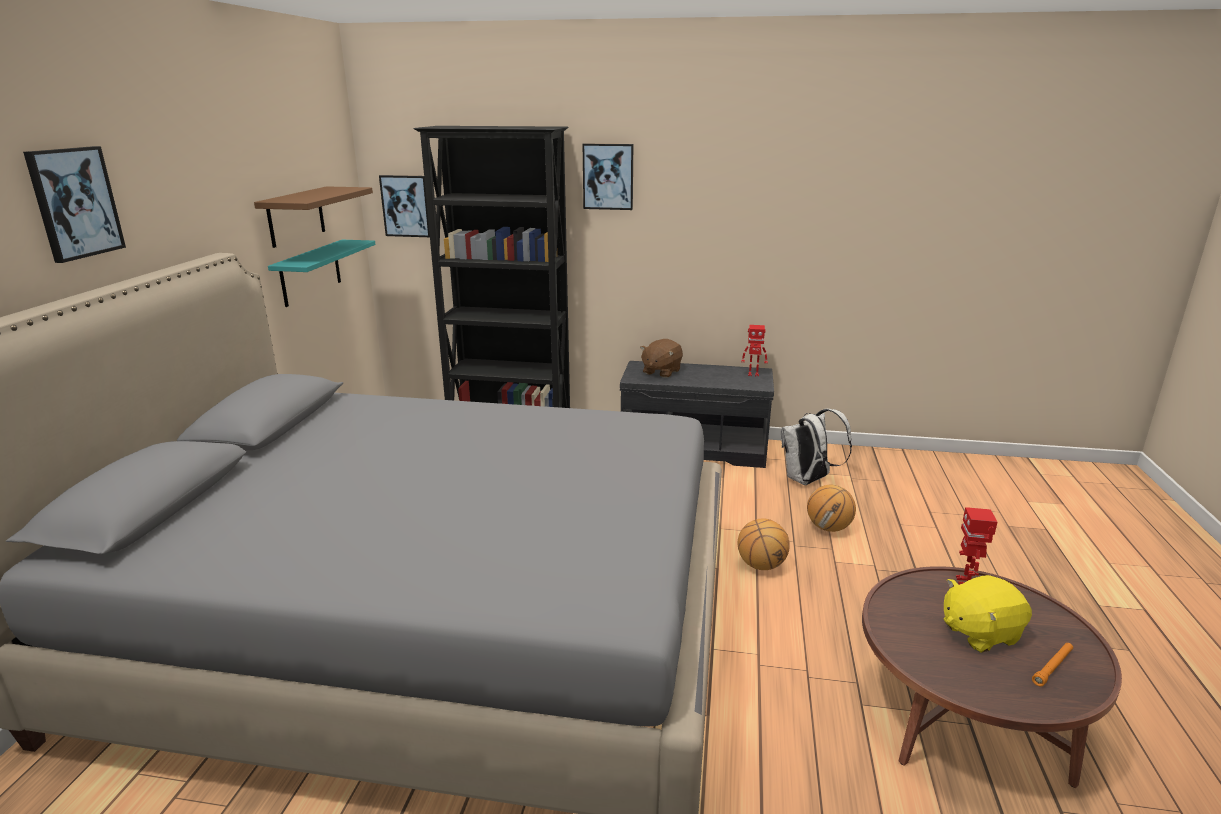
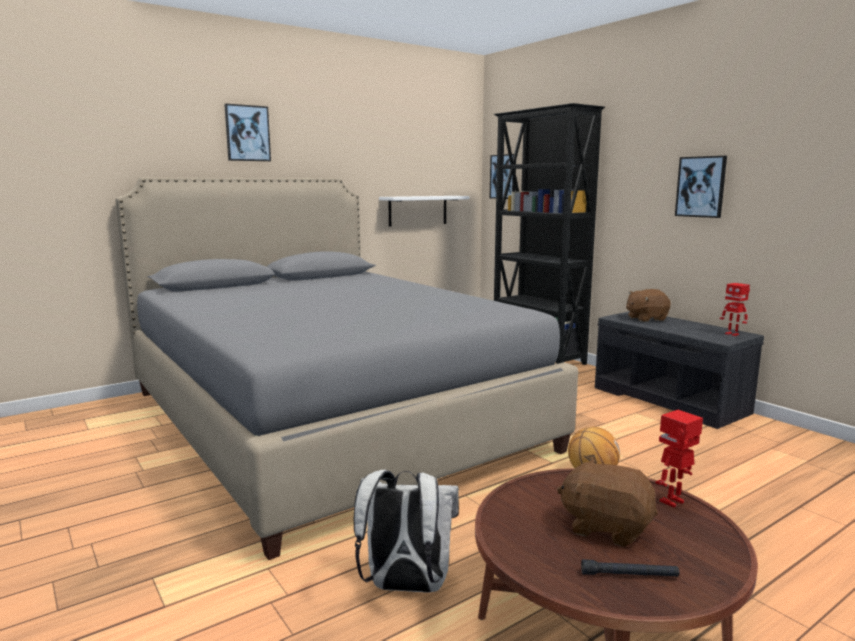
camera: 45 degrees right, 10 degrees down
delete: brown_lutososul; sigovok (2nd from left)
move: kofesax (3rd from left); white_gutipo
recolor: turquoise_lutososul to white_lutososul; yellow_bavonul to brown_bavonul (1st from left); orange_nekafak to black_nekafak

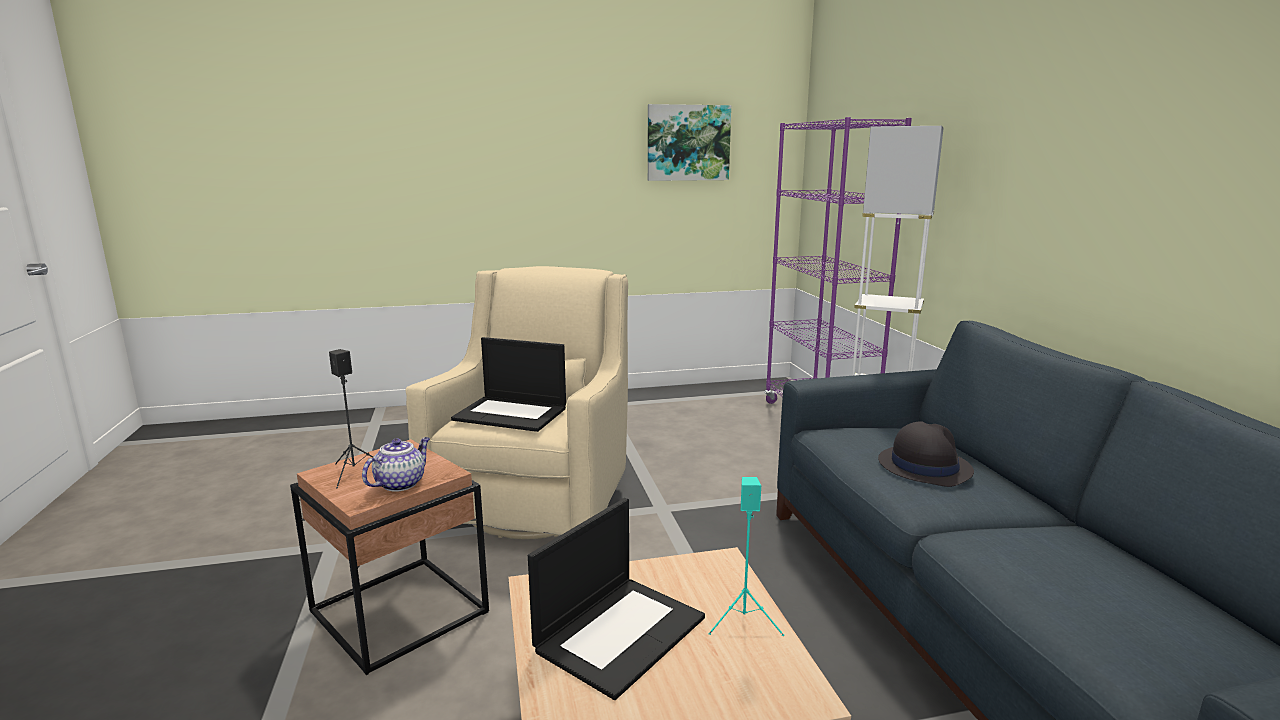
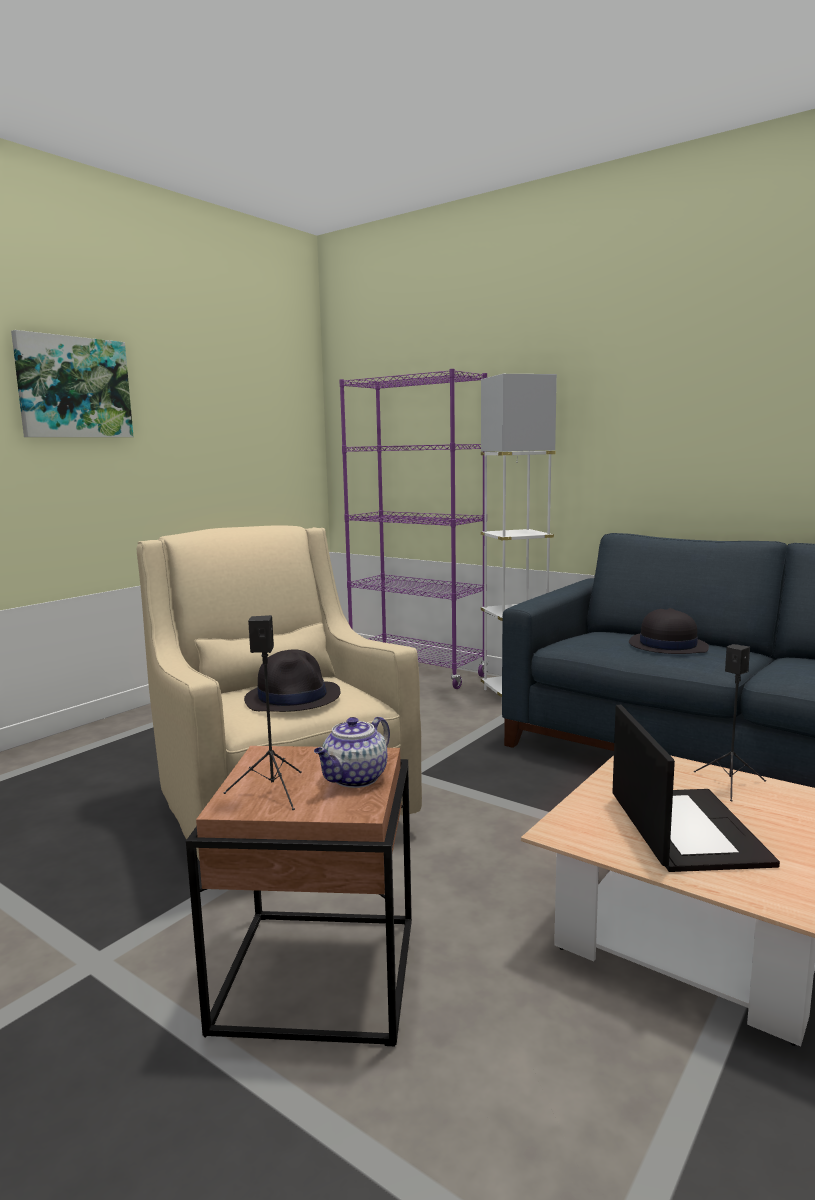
camera: 40 degrees left, 5 degrees down
move: kofesax
replace: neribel (1st from left) to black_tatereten (1st from left)
recolor: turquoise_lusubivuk to black_lusubivuk (2nd from left)
rotate: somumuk 135 degrees counterclockwise

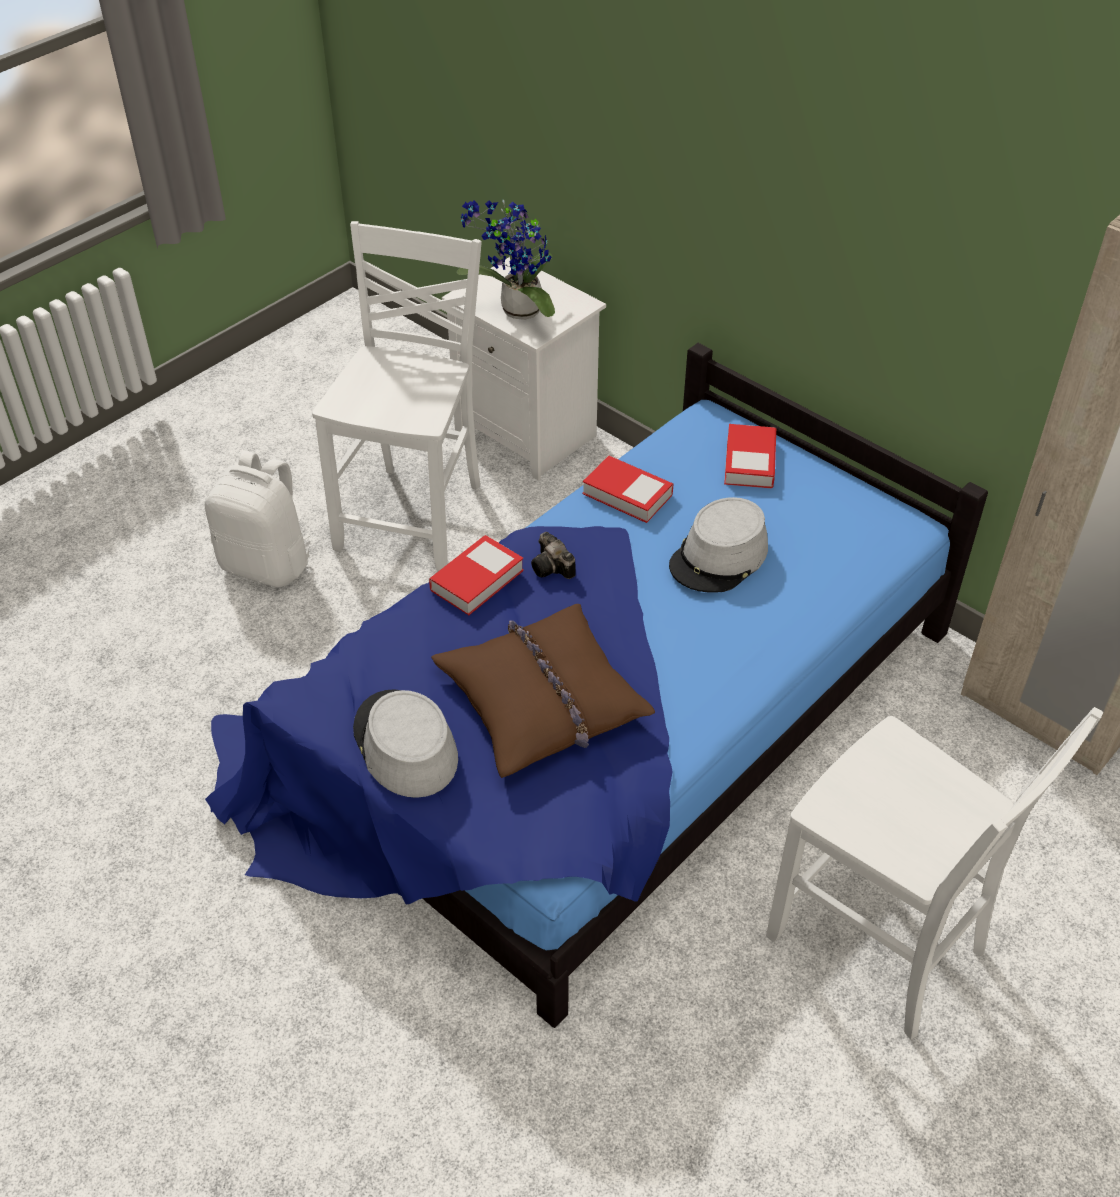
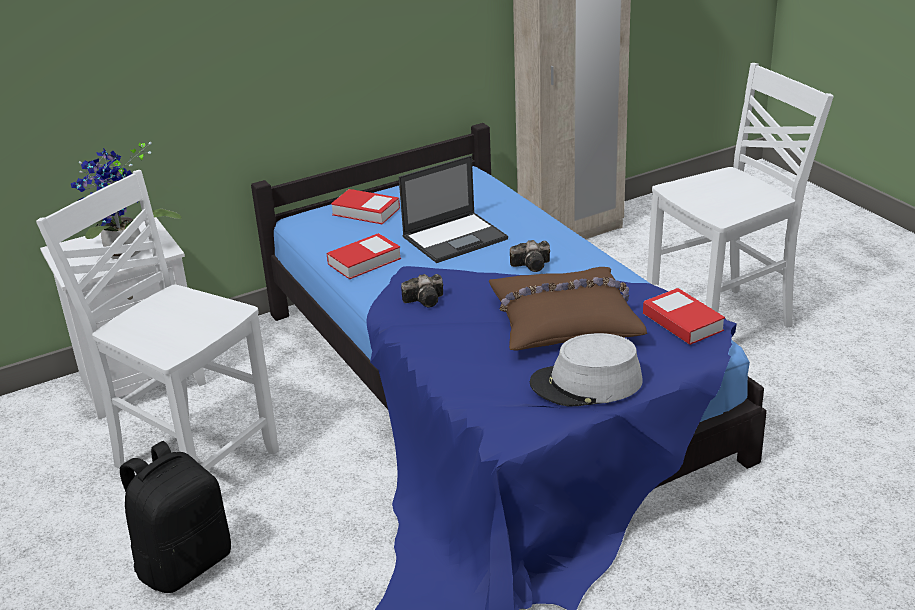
camera: 70 degrees left, 15 degrees down
insert: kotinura (2nd from left)
move: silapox (1st from left in the first image) to silapox (3rd from left)
replace: grey_tatereten (2nd from left) to neribel
recolor: white_gutipo to black_gutipo

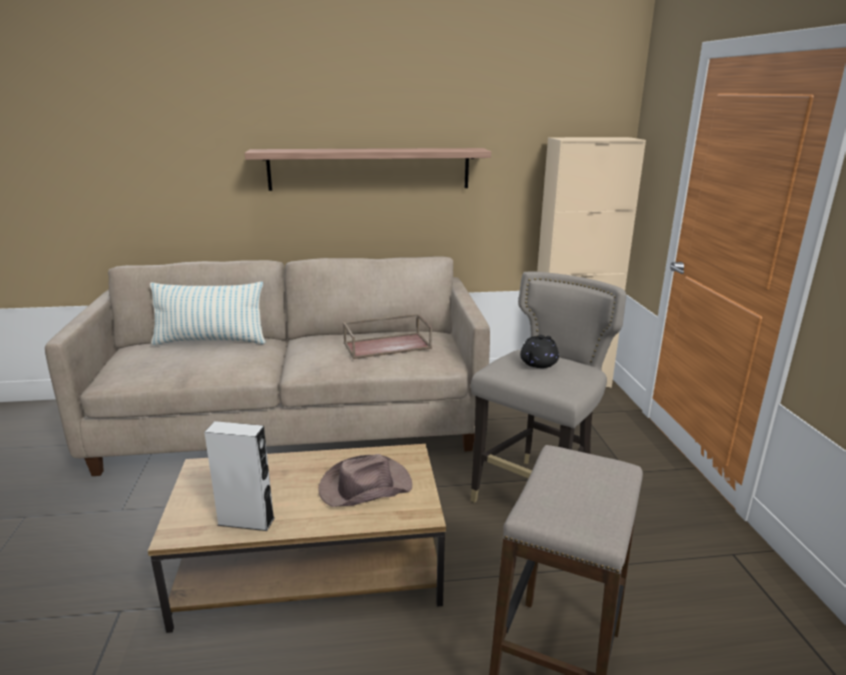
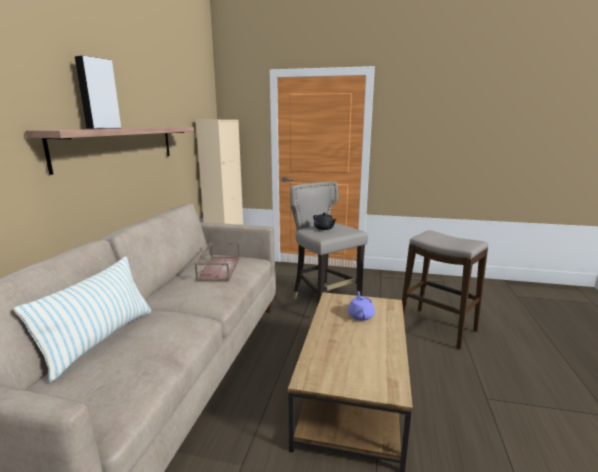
camera: 70 degrees left, 5 degrees down
move: grey_lusubivuk
replace: brown_tatereten to purple_somumuk

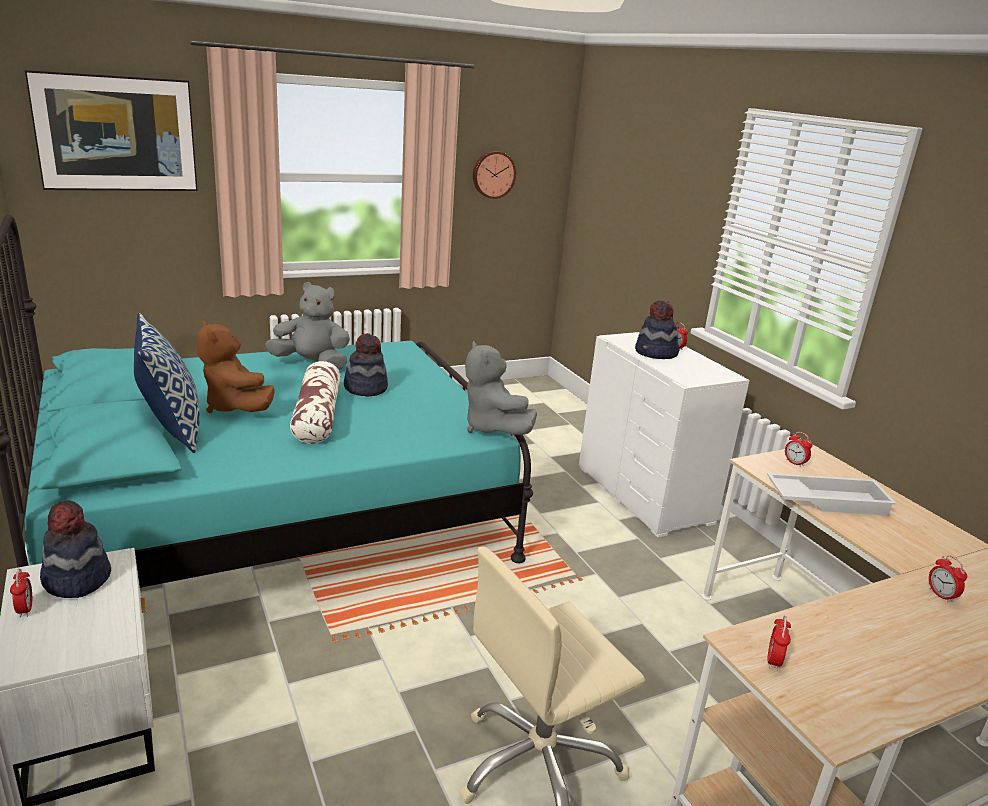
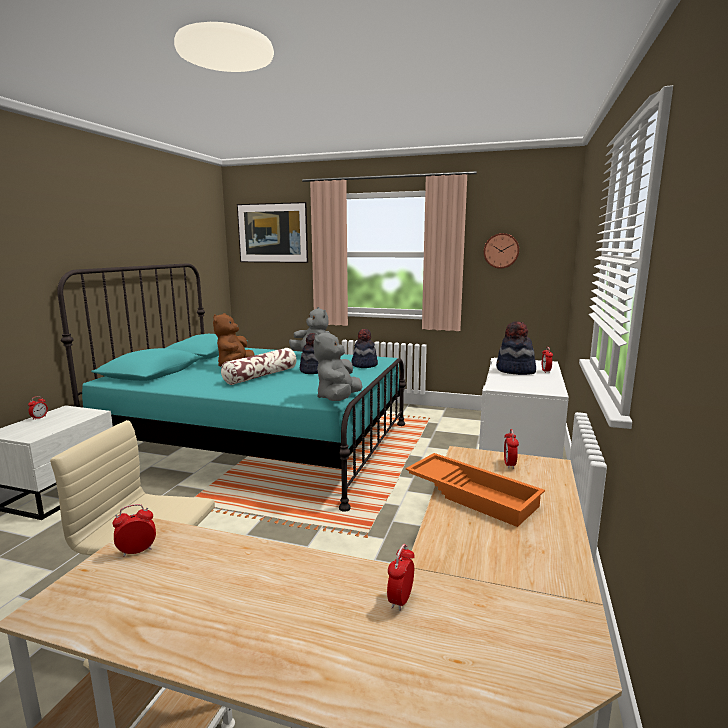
camera: 45 degrees right, 10 degrees down
delete: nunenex (1st from left)
move: tatereten (1st from left in the first image) to tatereten (2nd from left)
recolor: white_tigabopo to orange_tigabopo

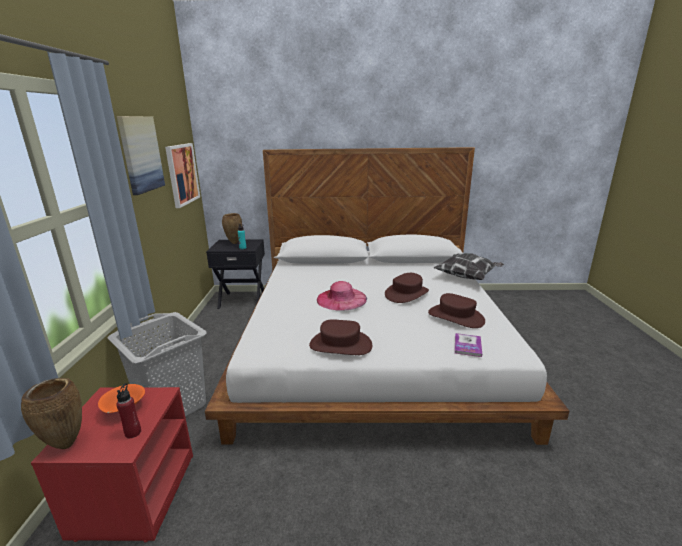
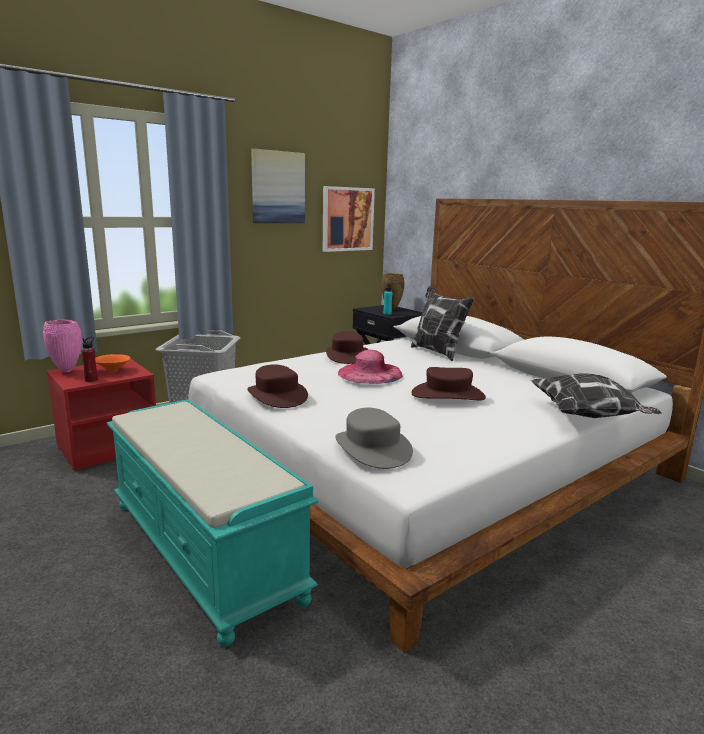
camera: 50 degrees right, 5 degrees down
insert: nunenex (1st from left); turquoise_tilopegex
move: brown_tatereten (3rd from left in the first image) to brown_tatereten (2nd from left)
replace: silapox to grey_tatereten
recolor: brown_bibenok (1st from left) to pink_bibenok

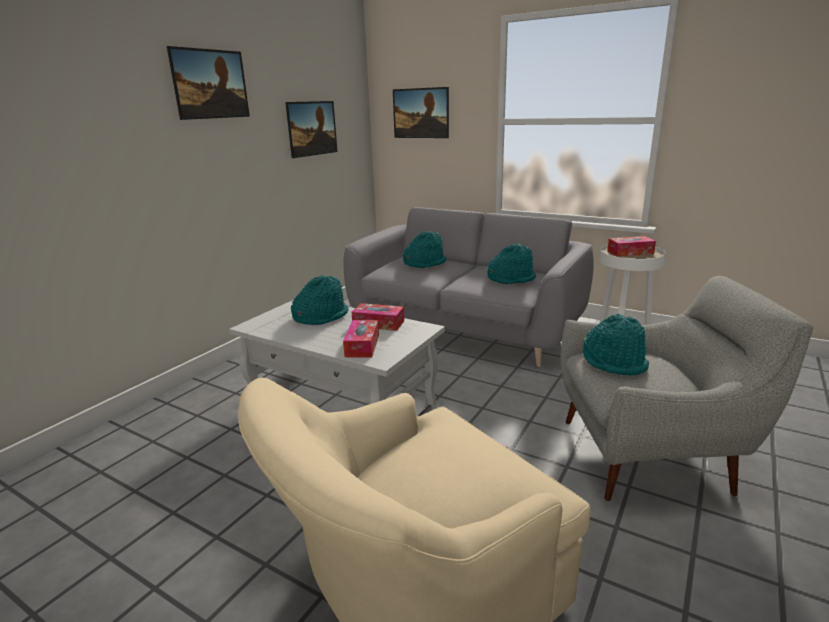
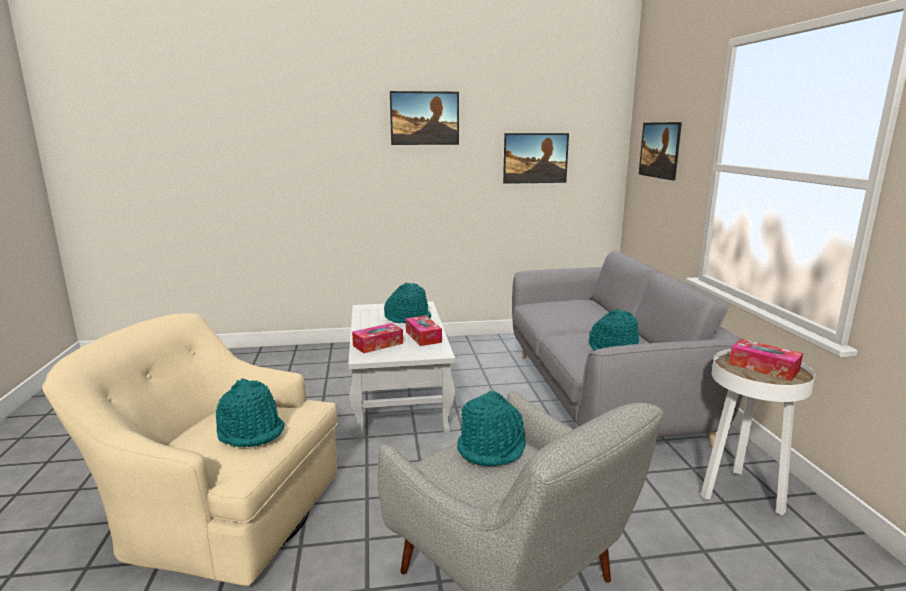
camera: 50 degrees right, 5 degrees down
move: turquoise_tatereten (2nd from left in the first image) to turquoise_tatereten (1st from left)

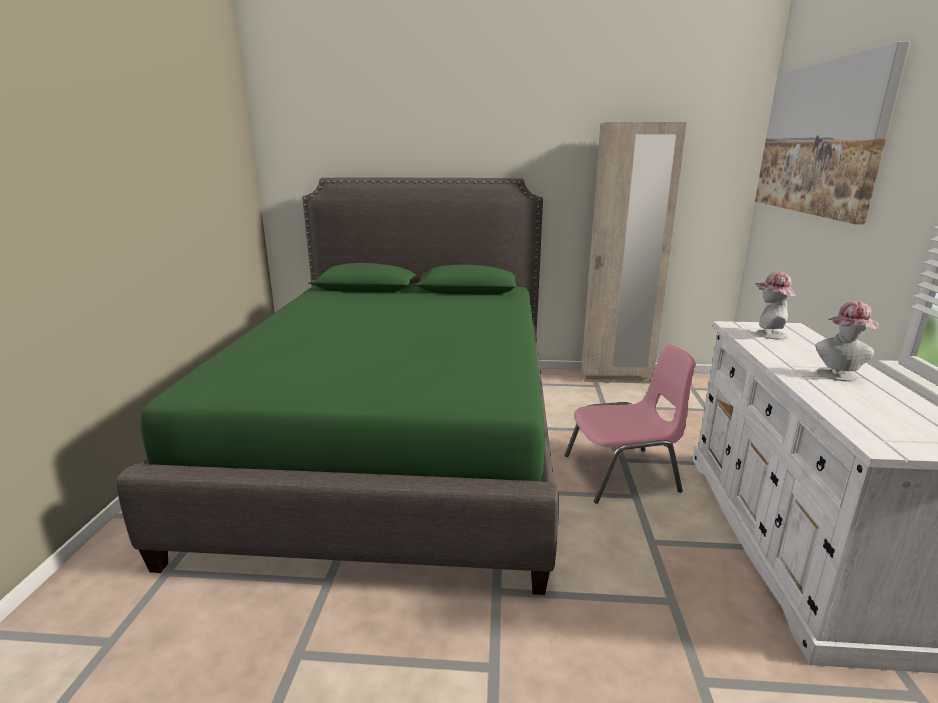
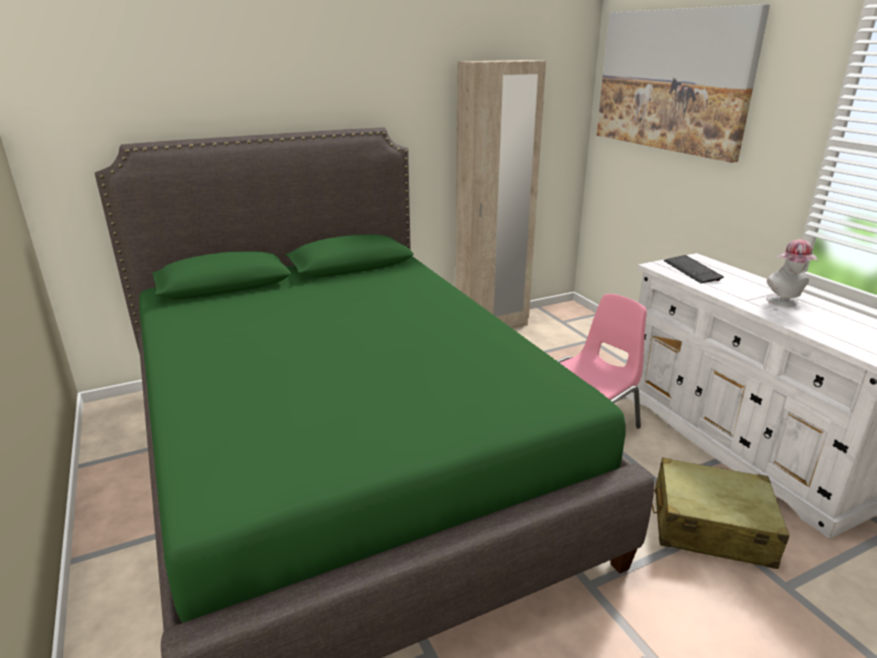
camera: 30 degrees left, 5 degrees up
insert: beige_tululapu
replace: tatereten (1st from left) to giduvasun

